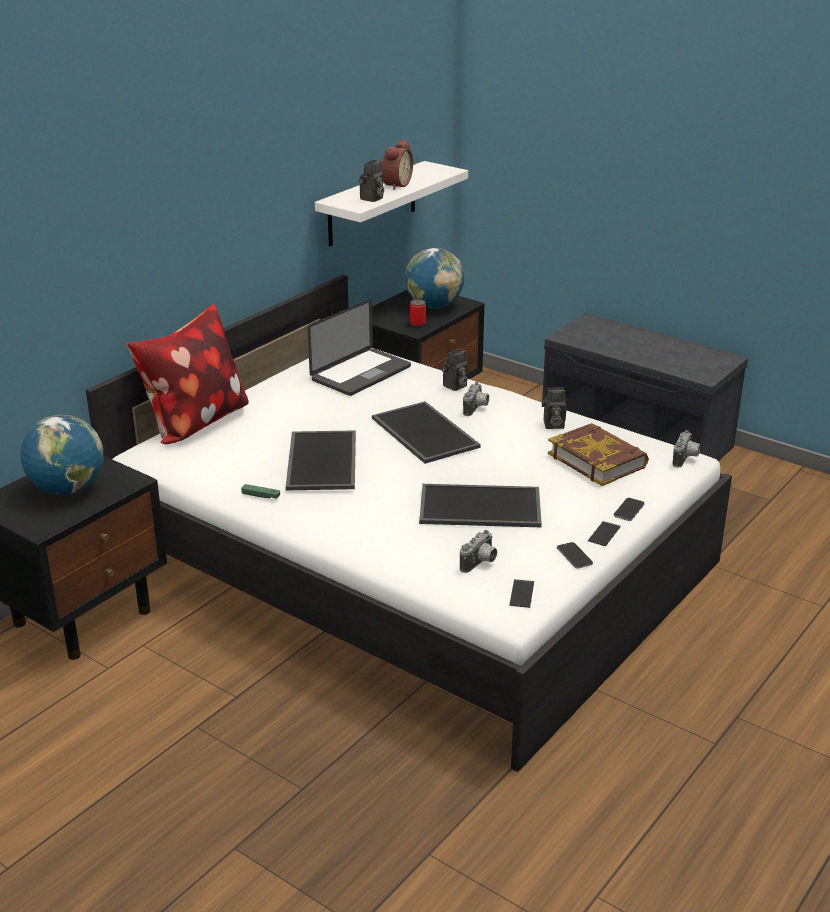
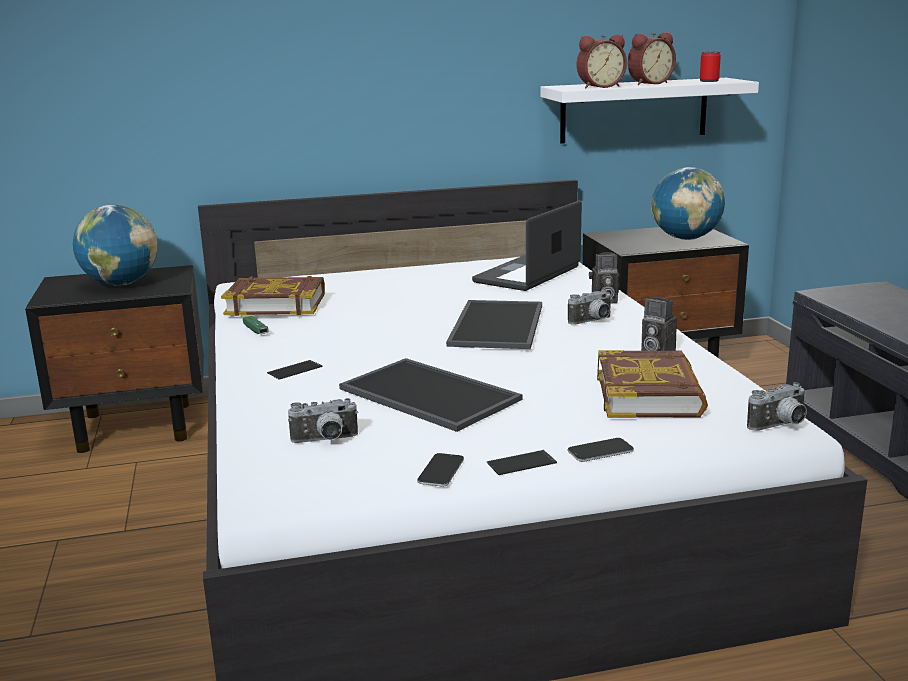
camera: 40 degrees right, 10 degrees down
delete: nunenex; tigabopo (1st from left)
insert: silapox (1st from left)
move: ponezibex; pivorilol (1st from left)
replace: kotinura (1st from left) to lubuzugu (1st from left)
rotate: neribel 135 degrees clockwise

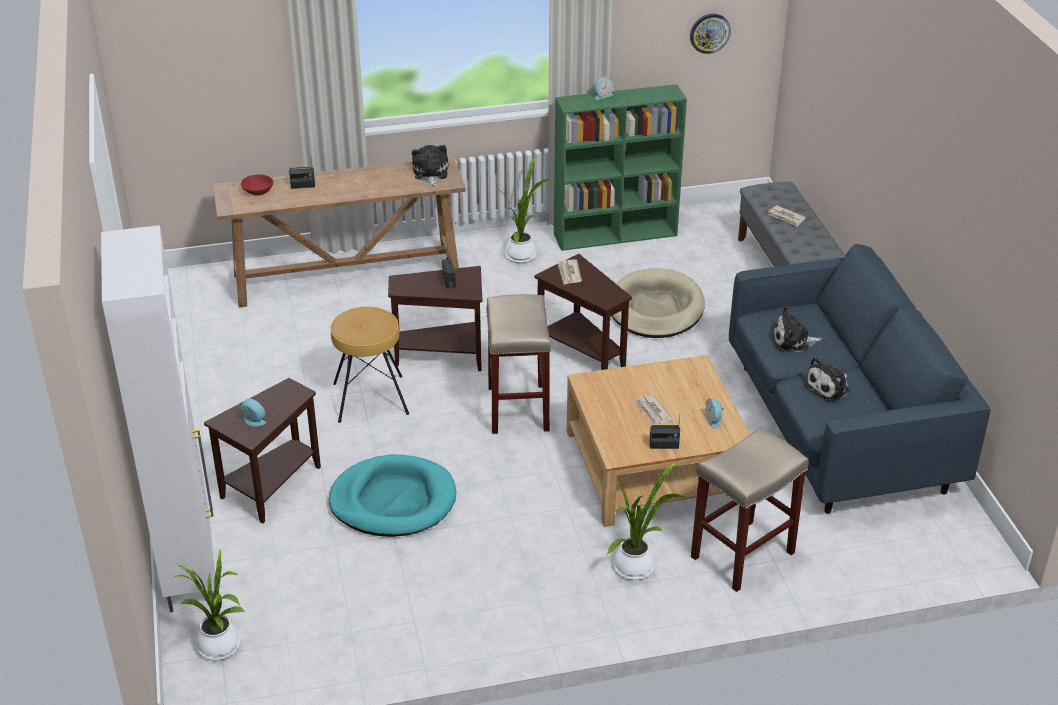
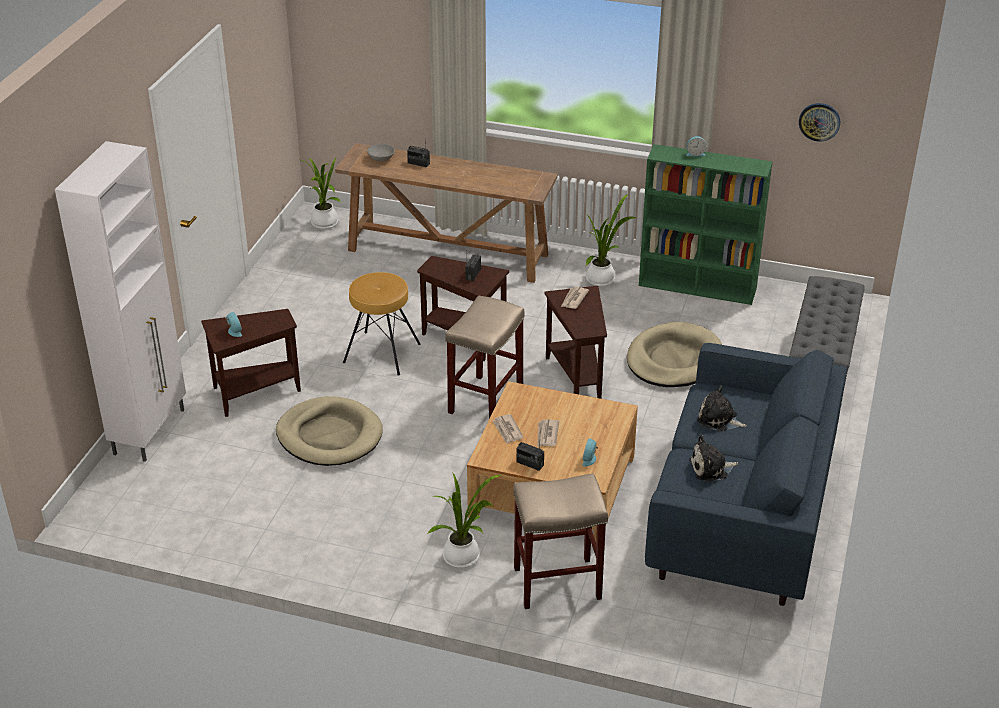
camera: 30 degrees right, 0 degrees up
delete: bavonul (1st from left)
move: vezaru (3rd from left in the first image) to vezaru (1st from left); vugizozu (1st from left)
recolor: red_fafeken to grey_fafeken; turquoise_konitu to beige_konitu (1st from left)

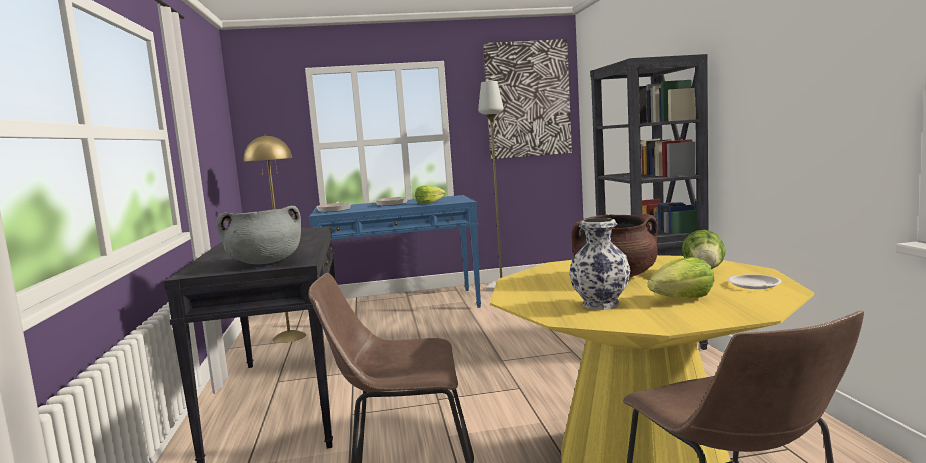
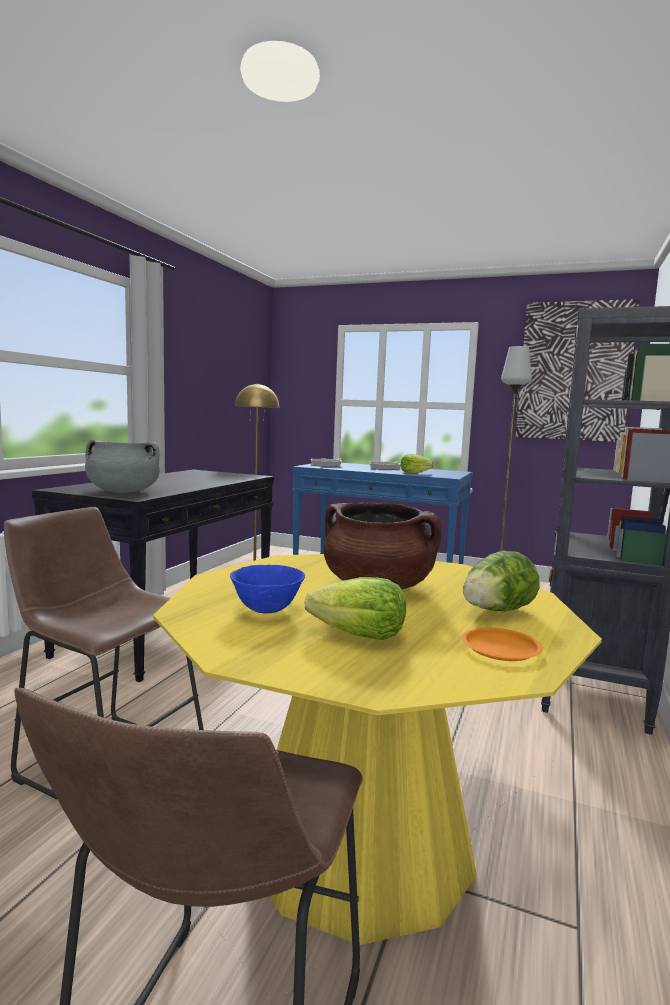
camera: 30 degrees right, 0 degrees up
replace: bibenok to blue_fafeken
recolor: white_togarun to orange_togarun

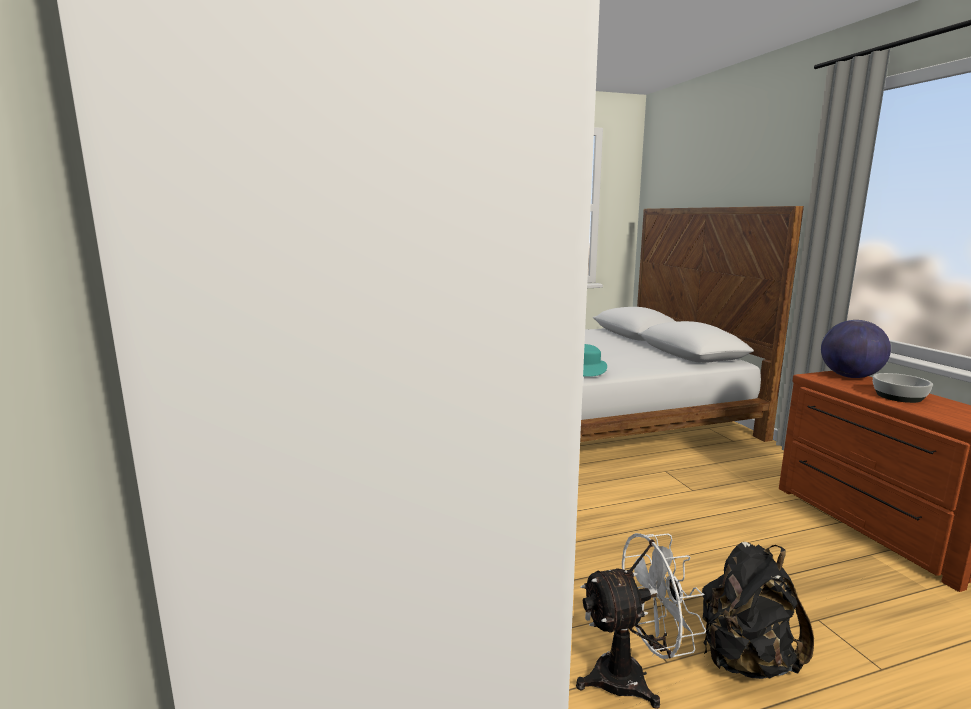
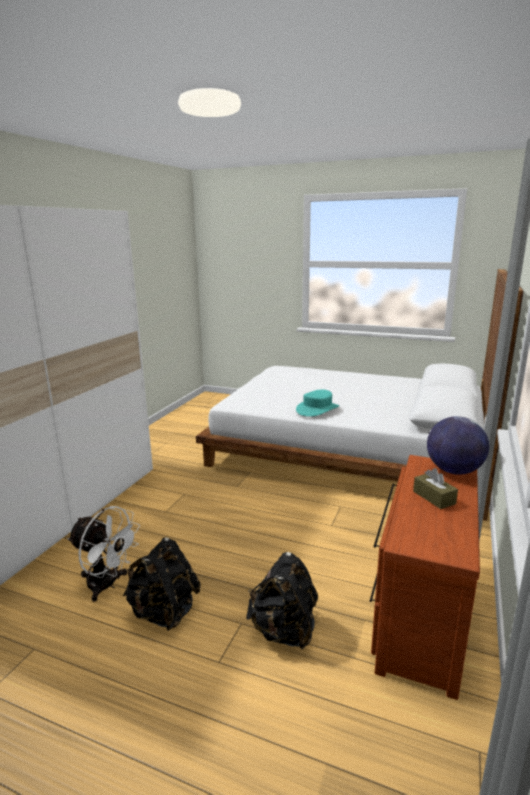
camera: 40 degrees right, 5 degrees up
insert: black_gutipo (2nd from left)
replace: fafeken to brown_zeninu

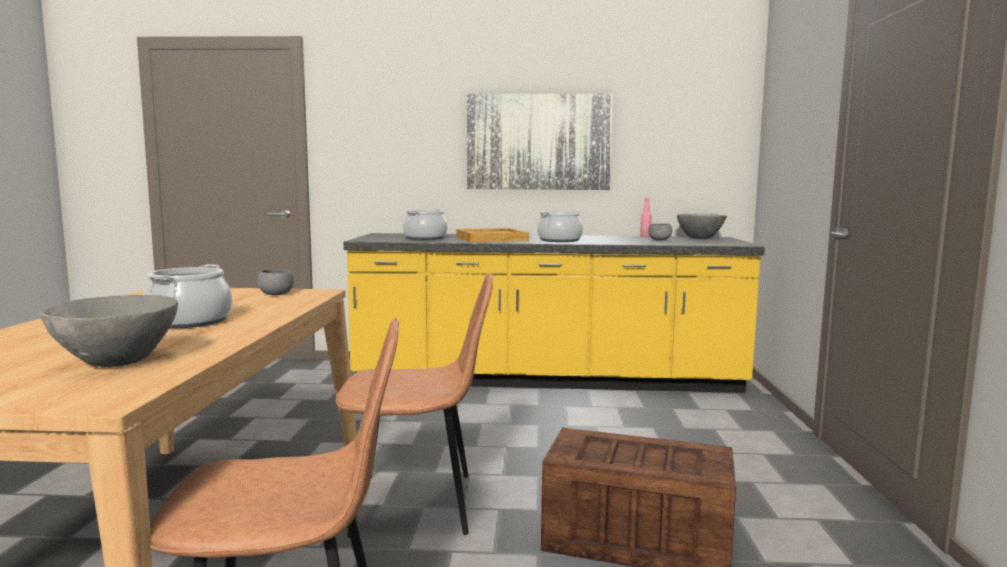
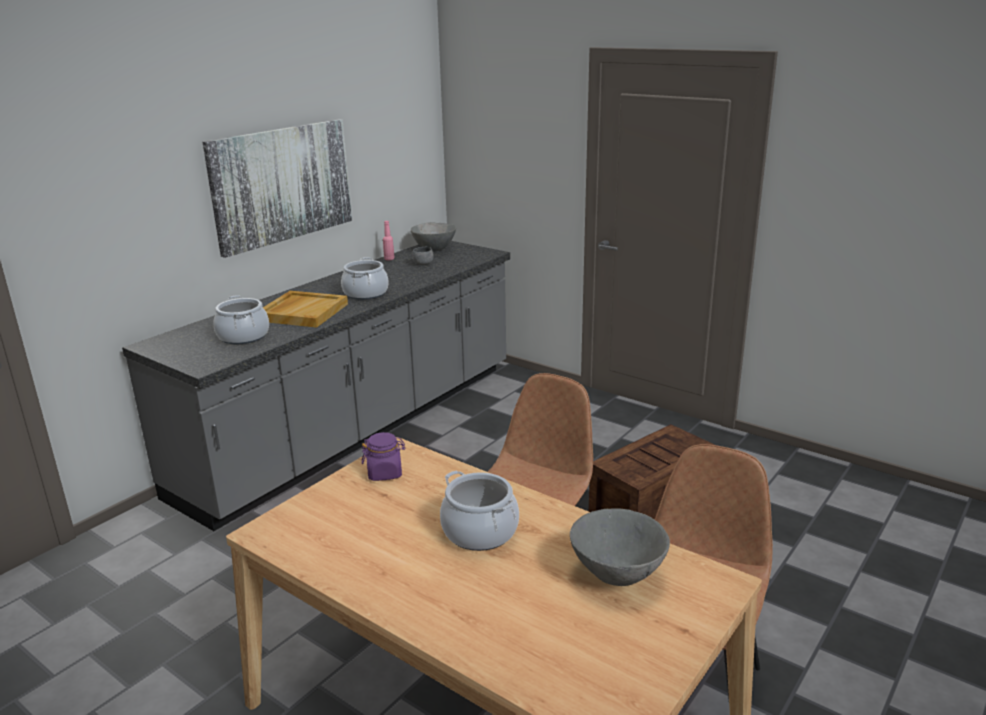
camera: 55 degrees left, 15 degrees up
replace: grey_fafeken (2nd from left) to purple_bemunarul
recolor: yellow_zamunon to grey_zamunon

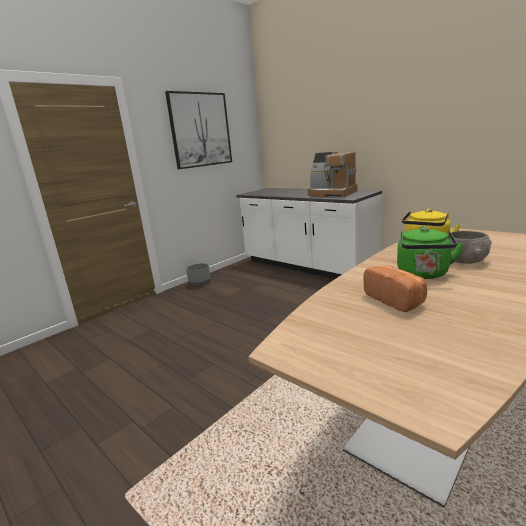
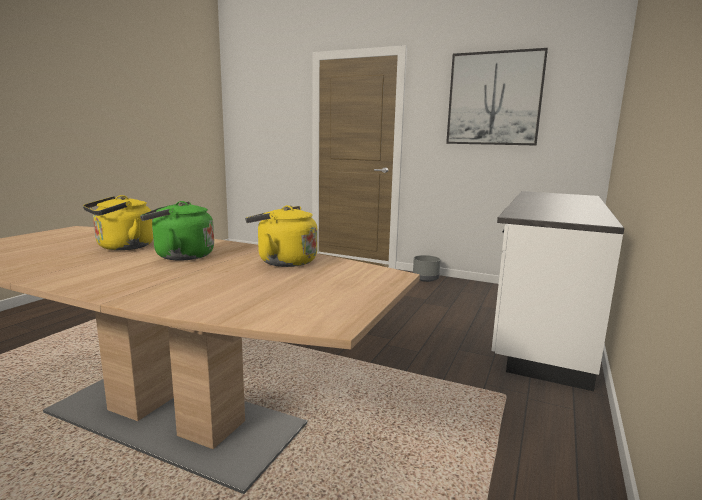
camera: 70 degrees right, 5 degrees down
delete: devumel; grey_fafeken
replace: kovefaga to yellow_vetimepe (1st from left)

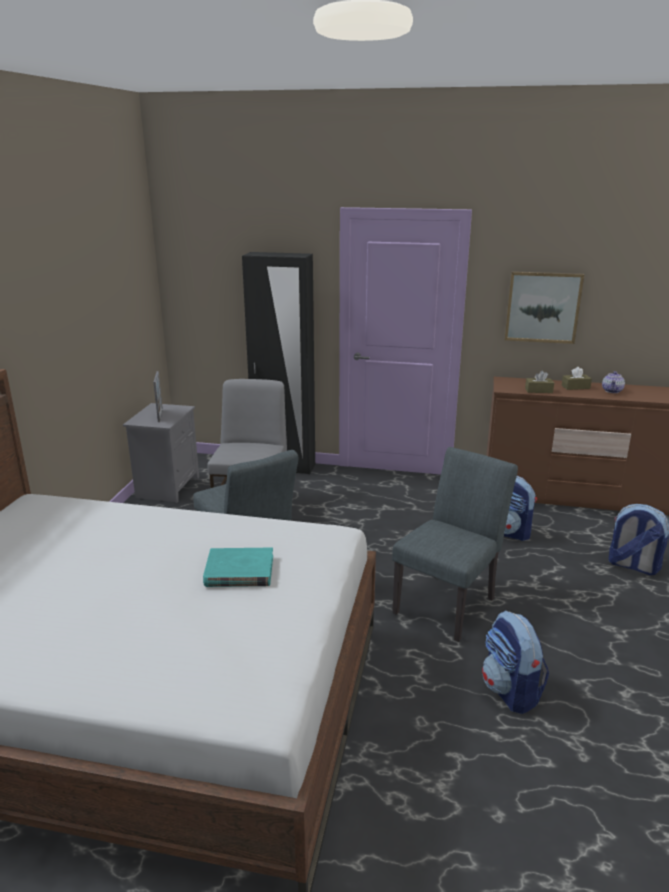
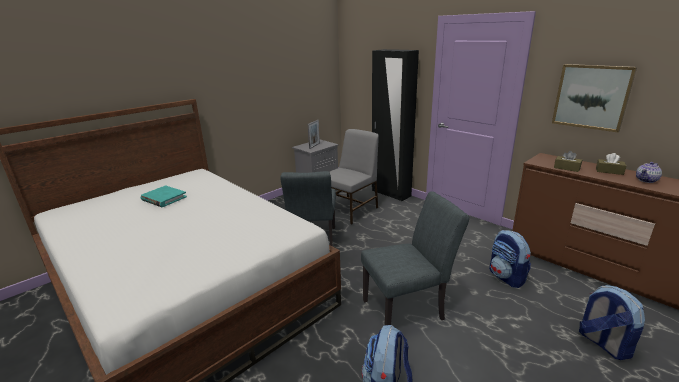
camera: 35 degrees right, 0 degrees up
move: turquoise_silapox

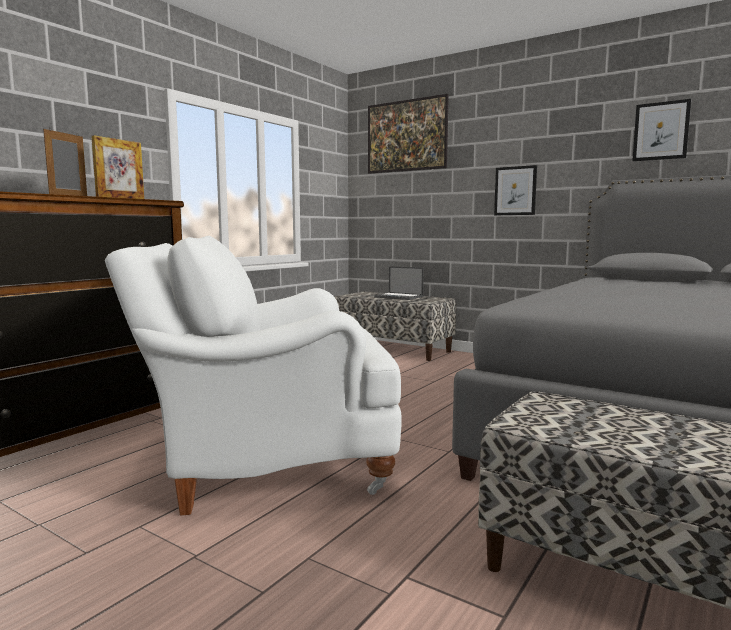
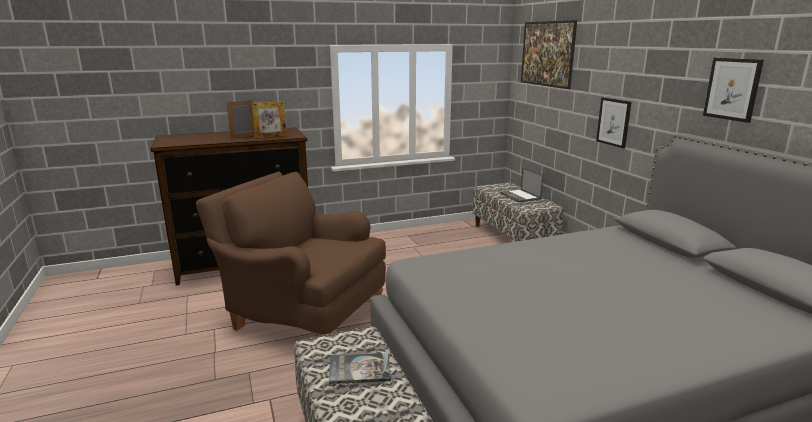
camera: 35 degrees right, 10 degrees up
insert: silapox
recolor: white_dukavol to brown_dukavol

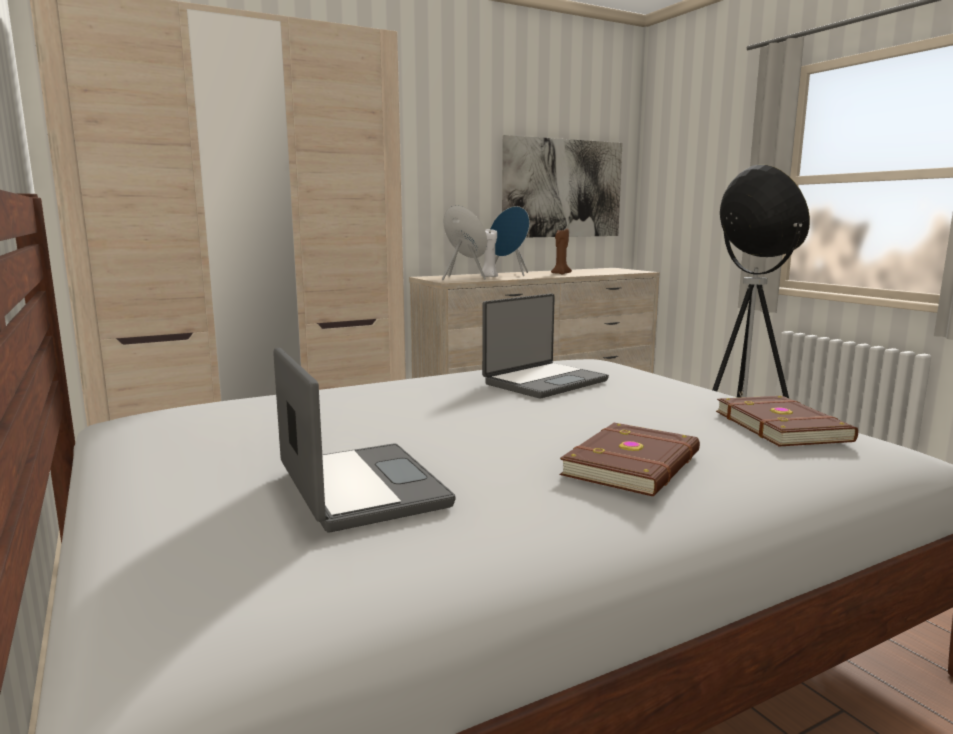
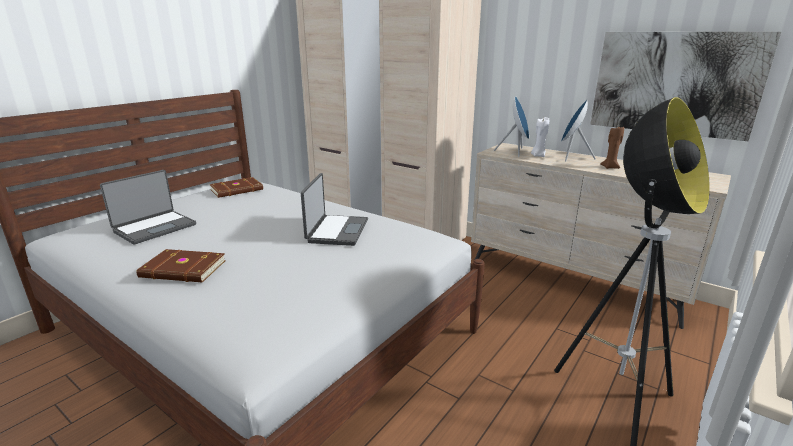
camera: 65 degrees right, 10 degrees up
move: brown_silapox (2nd from left)
rotate: neribel (2nd from left) 105 degrees counterclockwise

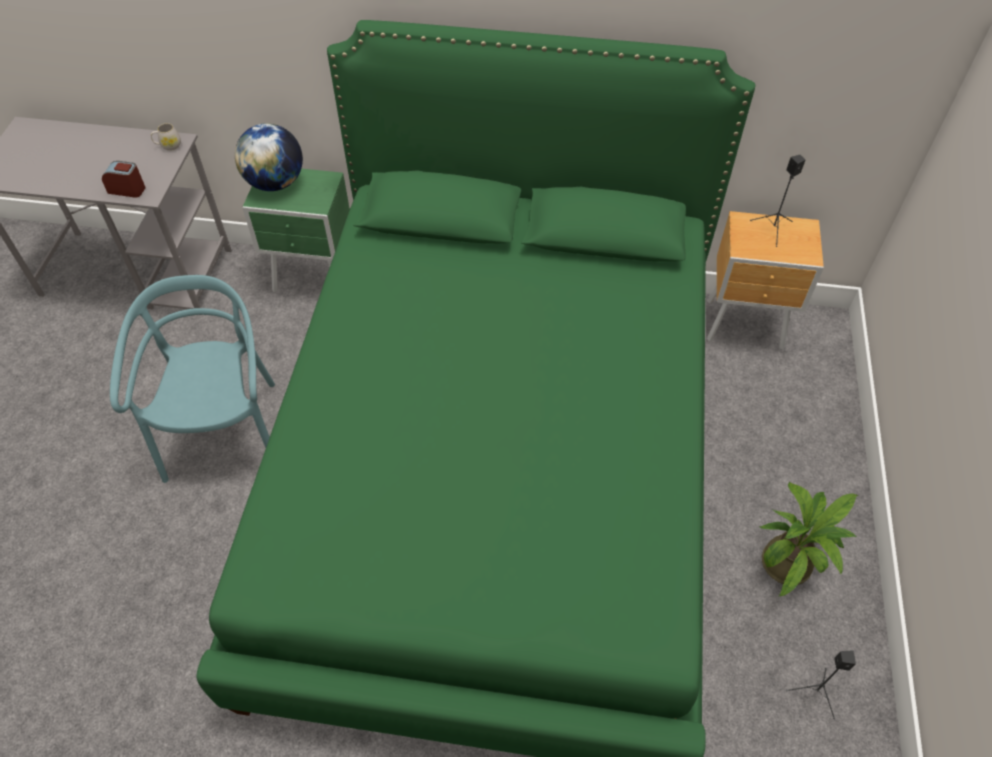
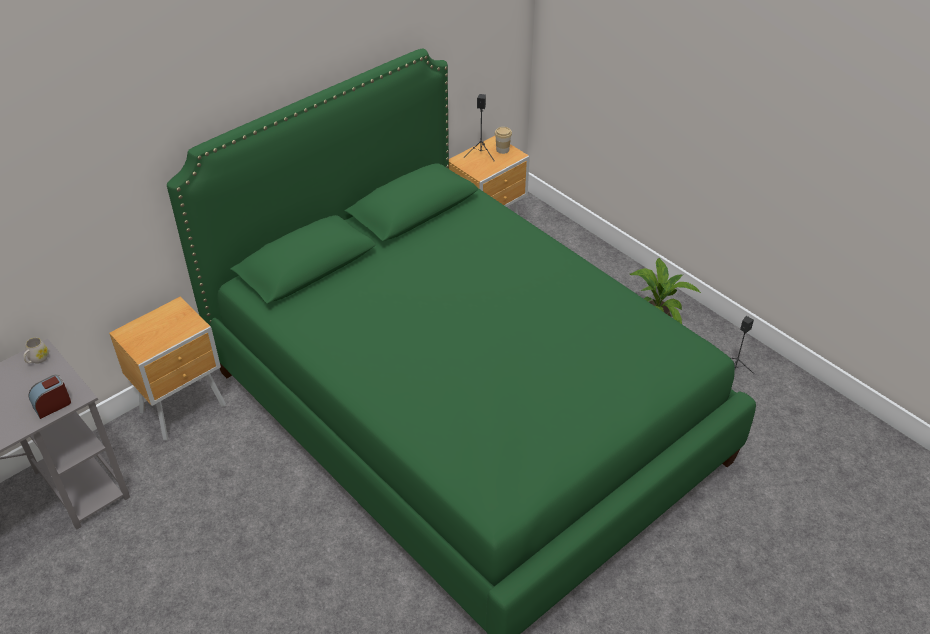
camera: 50 degrees left, 10 degrees down
delete: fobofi; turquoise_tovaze
insert: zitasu
recolor: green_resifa to brown_resifa (1st from left)

